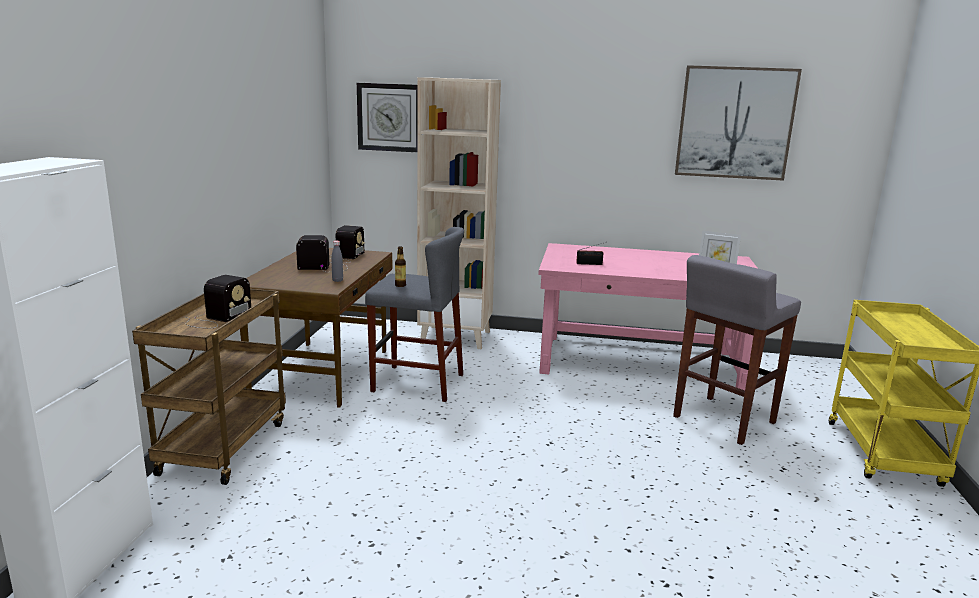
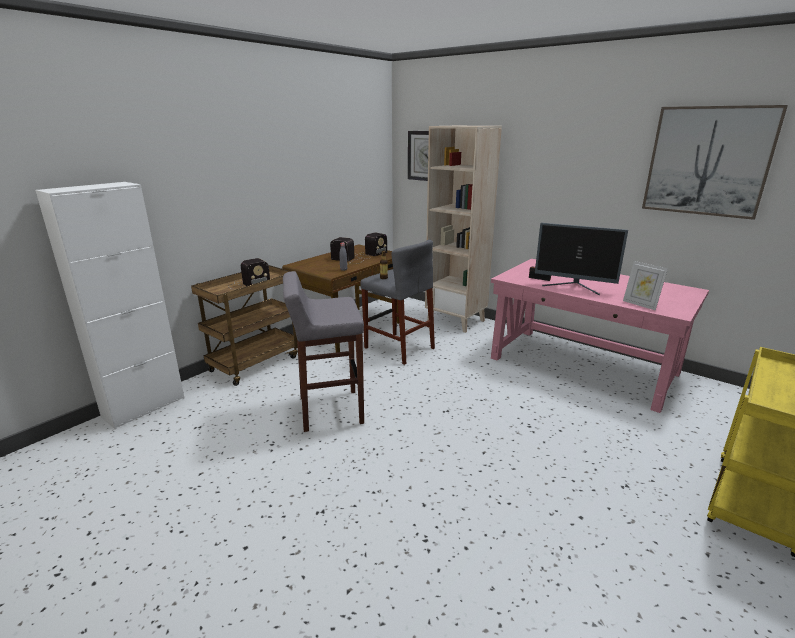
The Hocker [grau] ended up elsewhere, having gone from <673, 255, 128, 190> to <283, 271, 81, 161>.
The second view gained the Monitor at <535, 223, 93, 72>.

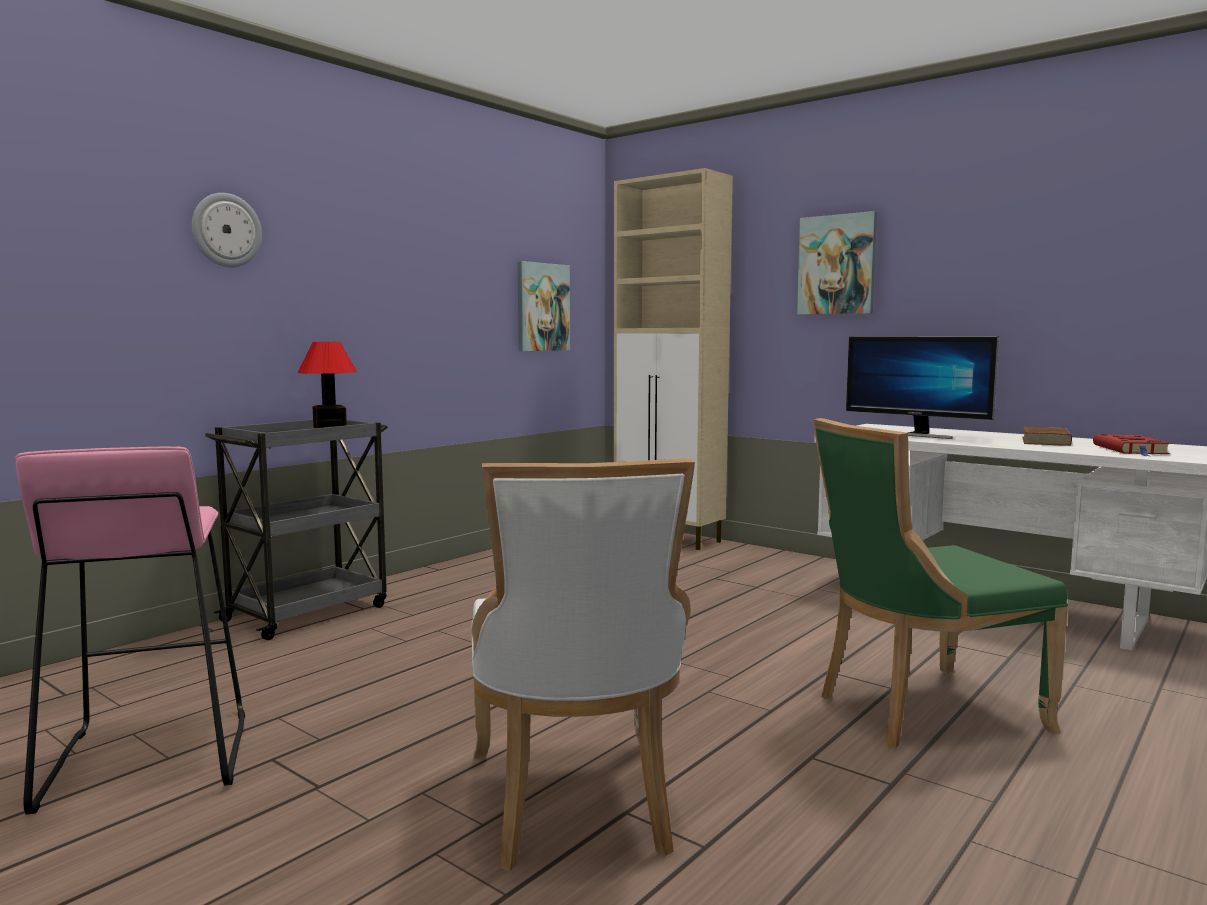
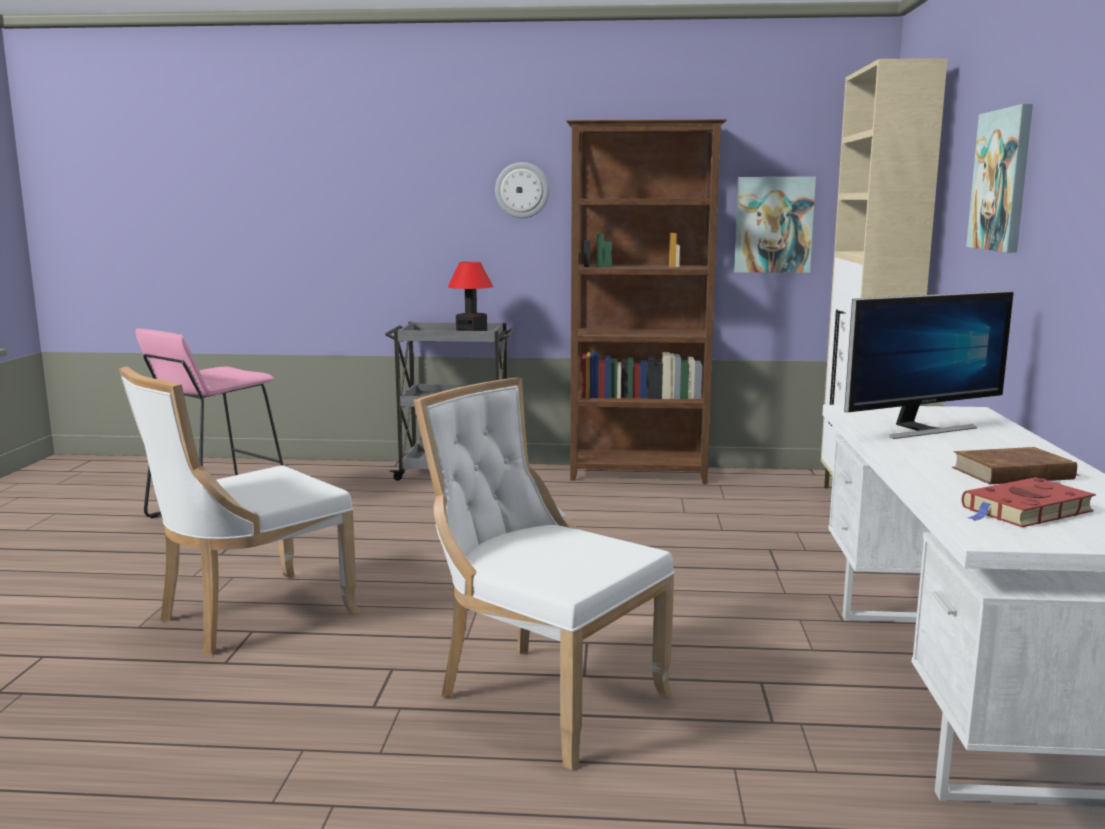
The Wanduhr ended up elsewhere, having gone from <192, 193, 70, 74> to <495, 162, 54, 56>.
What was the Stuhl [grün] at <813, 418, 255, 331> turned into the Stuhl [weiß] at <414, 378, 261, 392>.
The Monitor at <846, 336, 153, 103> ended up facing another way, 120 degrees counterclockwise from before.
The second view gained the Bücherregal [braun] at <566, 119, 161, 364>.

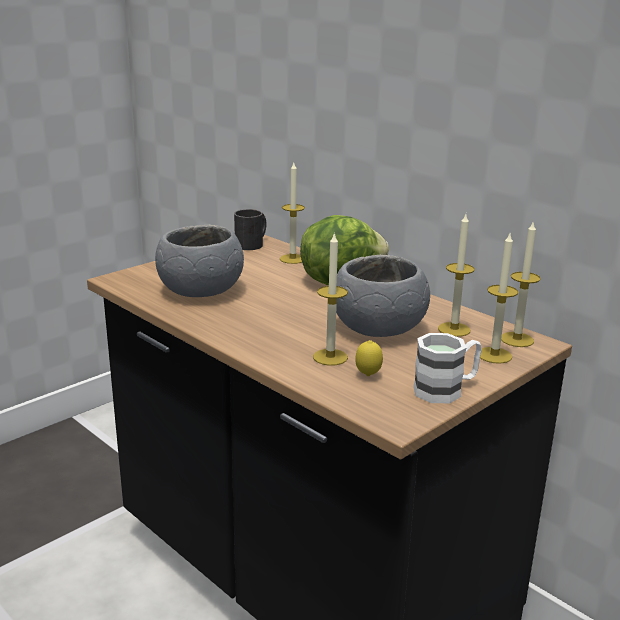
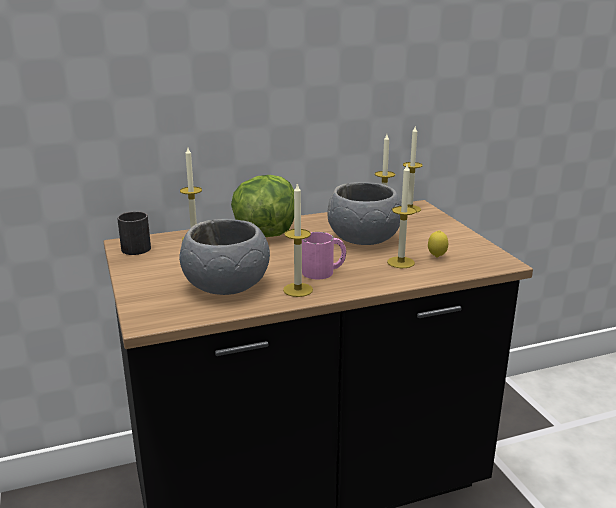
The second view lost the Henkelbecher [weiß] at <413, 333, 69, 70>.
The Kerze ended up elsewhere, having gone from <480, 234, 38, 130> to <283, 183, 30, 114>.
The second view gained the Henkelbecher [rosa] at <302, 232, 44, 47>.

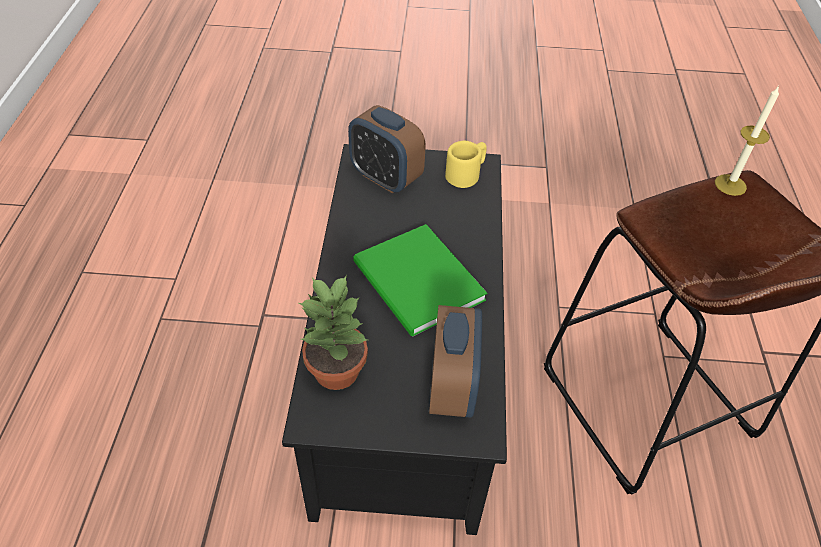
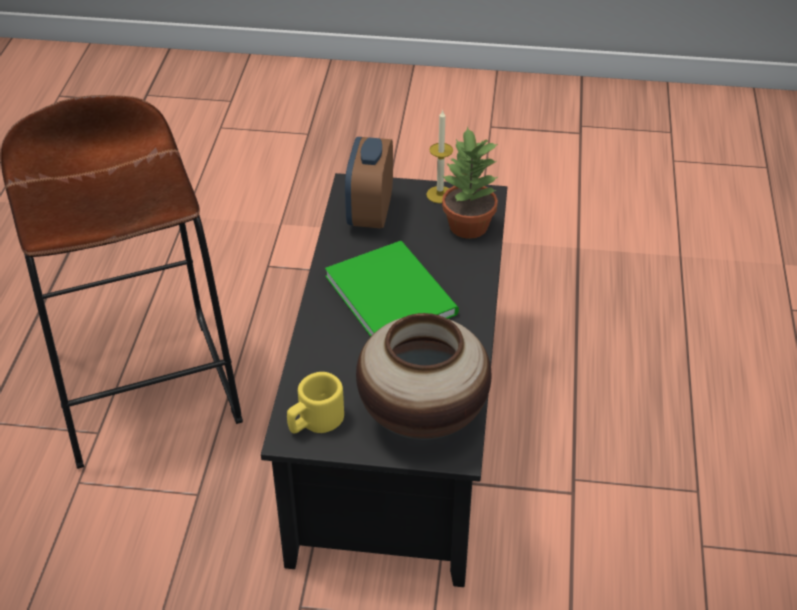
Where the Wecker stood at <348, 105, 78, 88>, the Vase came to stand at <356, 313, 136, 127>.
The Kerze ended up elsewhere, having gone from <715, 85, 64, 111> to <426, 110, 27, 93>.

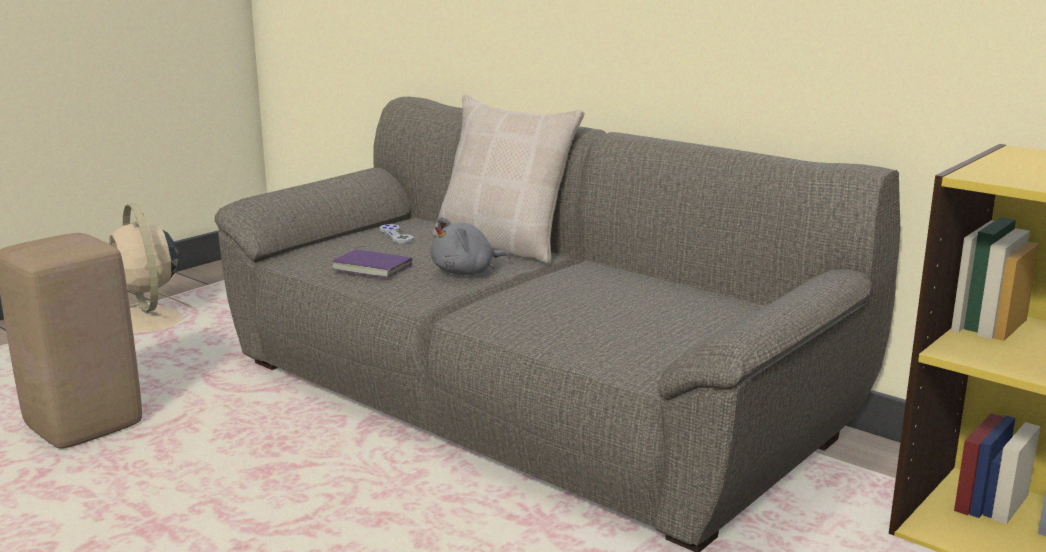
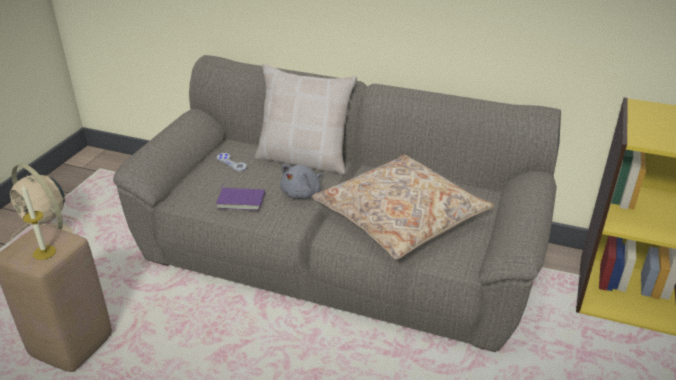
The second view gained the Kerze at <21, 185, 35, 75>.
The second view gained the Kissen [beige] at <312, 154, 182, 105>.

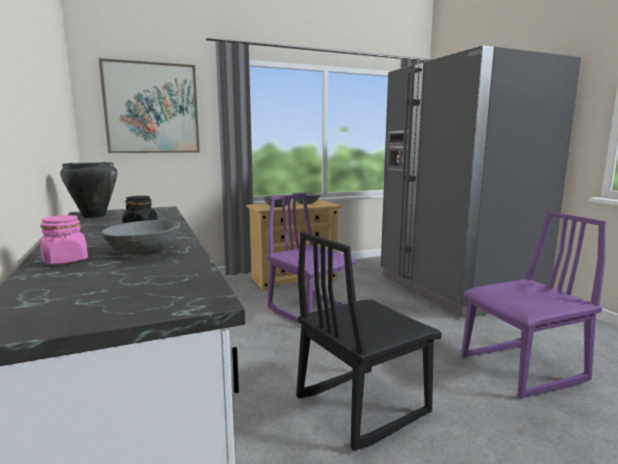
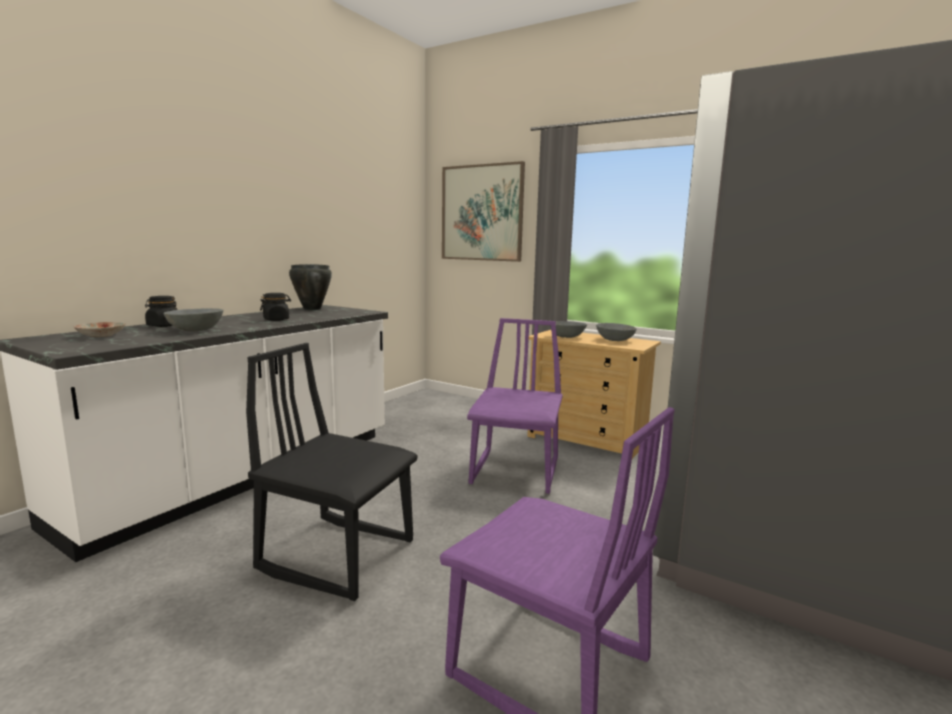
What was the Vorratsglas [rosa] at <40, 215, 48, 50> turned into the Vorratsglas [schwarz] at <145, 296, 32, 31>.
The second view gained the Teller at <74, 322, 51, 15>.

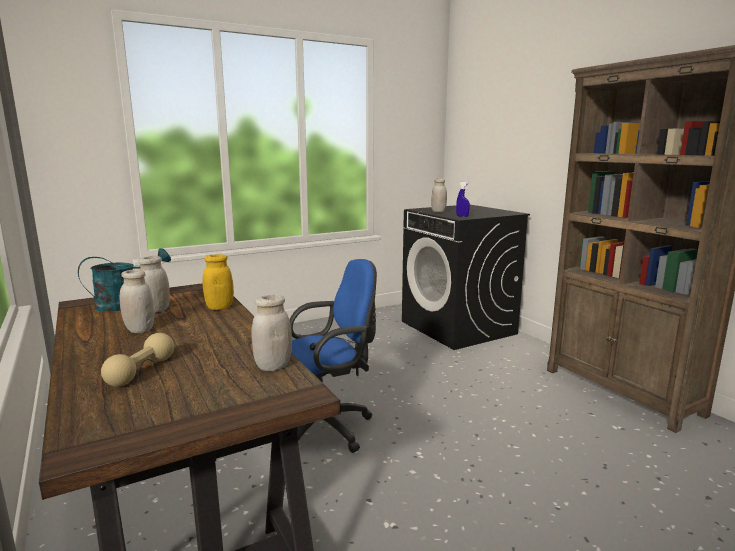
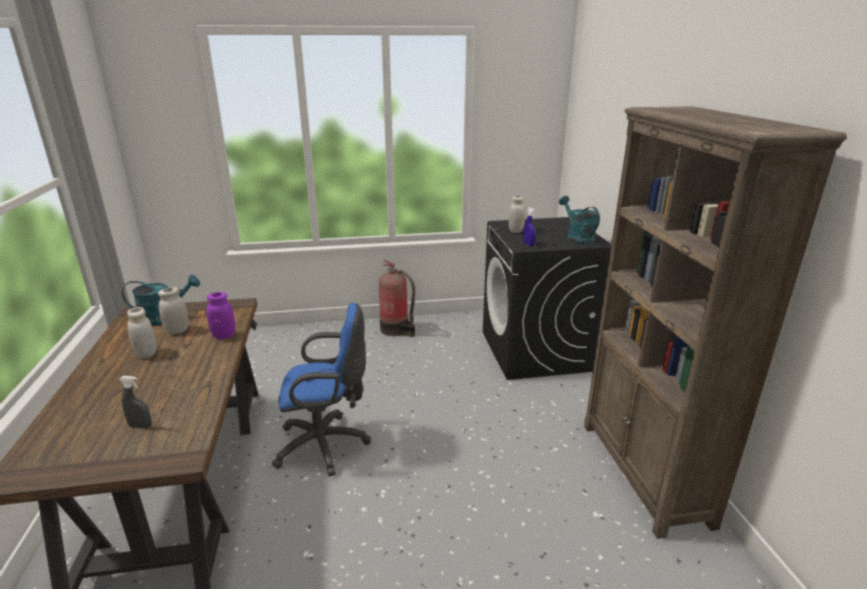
The second view lost the Hantel [beige] at <101, 333, 73, 54>.
What was the Vorratsglas [gelb] at <203, 254, 31, 56> turned into the Vorratsglas [lila] at <206, 292, 29, 47>.
The second view lost the Vorratsglas [weiß] at <252, 295, 40, 76>.
The second view gained the Sprühflasche [grau] at <119, 376, 33, 53>.
The second view gained the Feuerlöscher at <379, 260, 36, 77>.
The second view gained the Gießkanne [türkis] at <559, 196, 41, 49>.

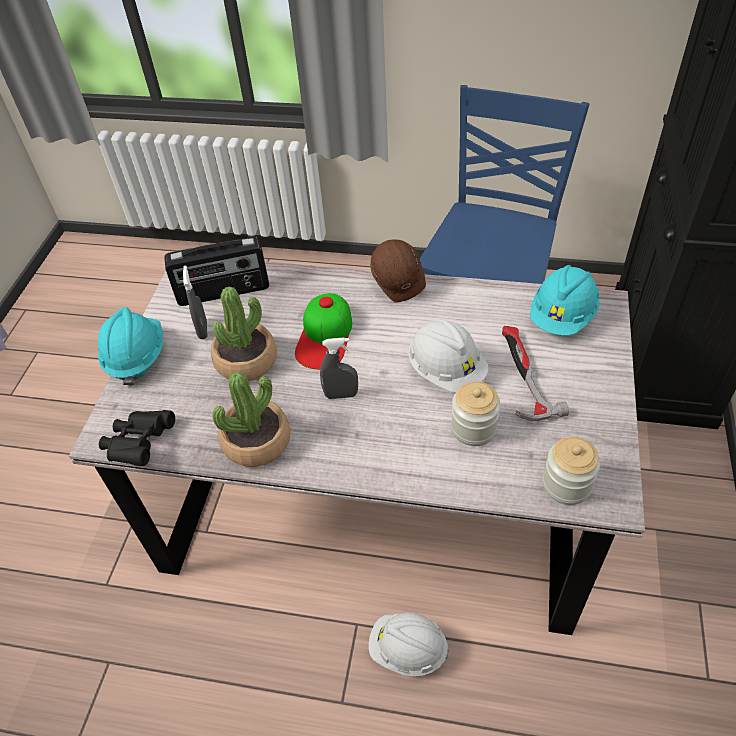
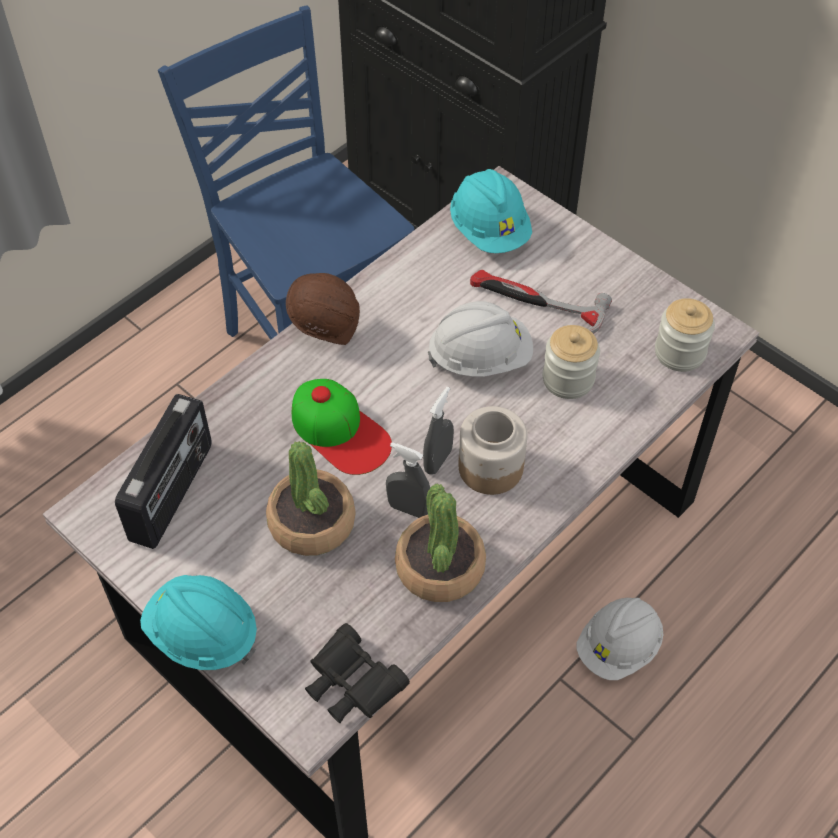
The Sprühflasche [grau] ended up elsewhere, having gone from <183, 266, 25, 73> to <386, 442, 44, 76>.
The second view gained the Vorratsglas at <459, 406, 68, 89>.

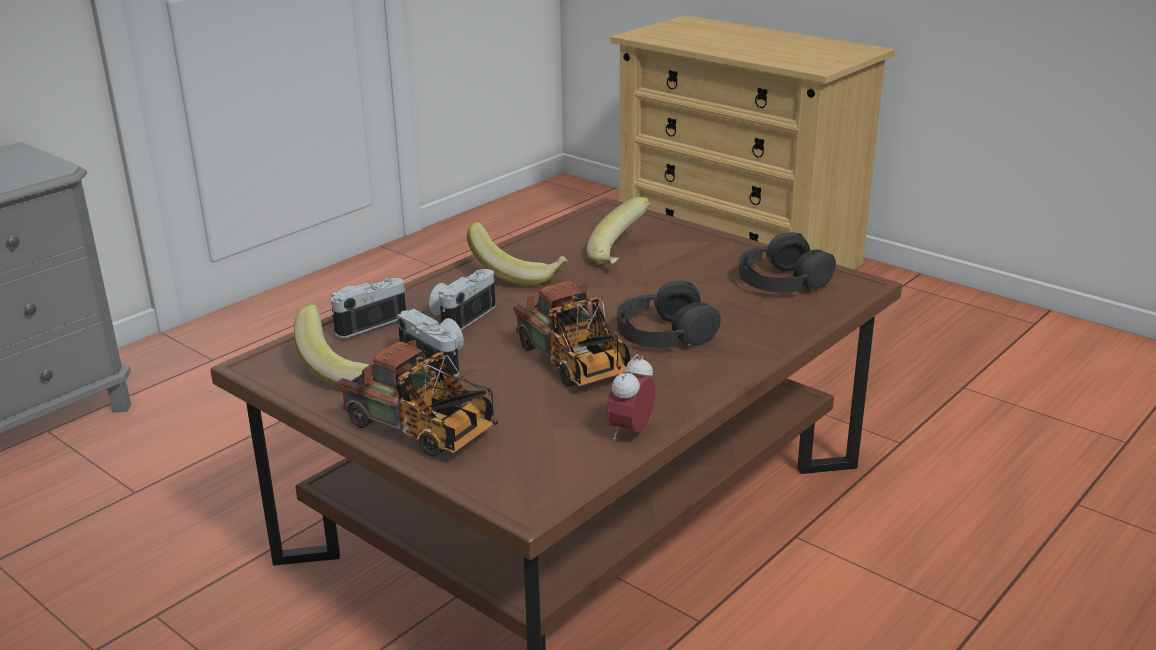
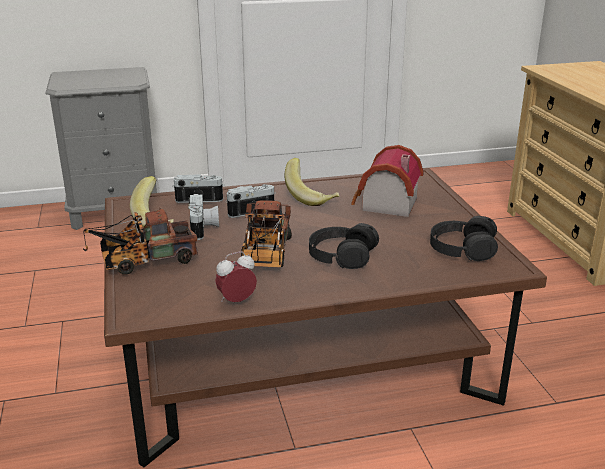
The Spielzeuglaster at <338, 340, 160, 117> ended up facing another way, 90 degrees clockwise from before.
Where the Banane stood at <587, 197, 64, 68>, the Spielzeughaus came to stand at <351, 145, 73, 72>.

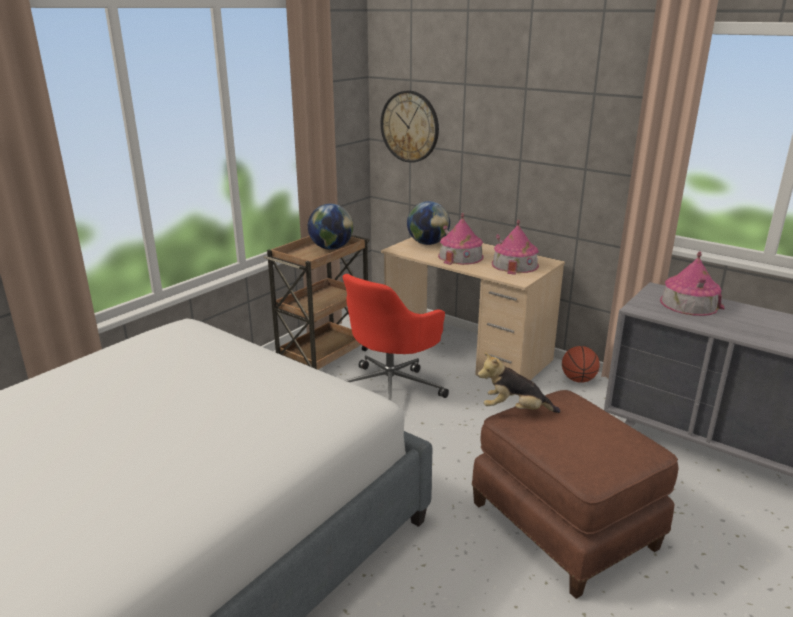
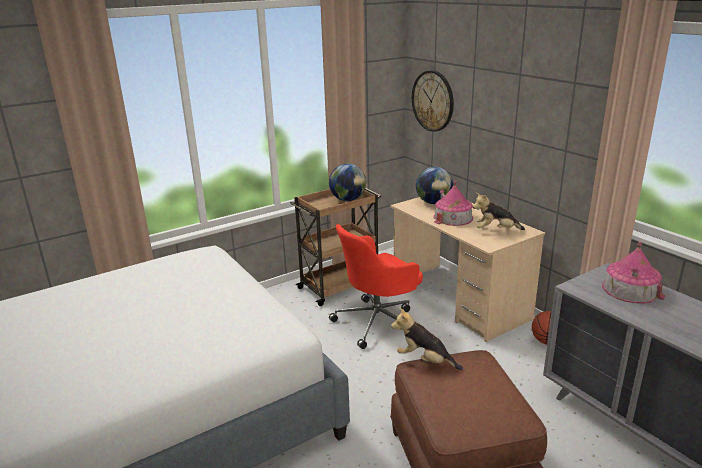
Where the Spielzeughaus stood at <492, 220, 47, 55>, the Plüschtier came to stand at <473, 193, 52, 37>.

